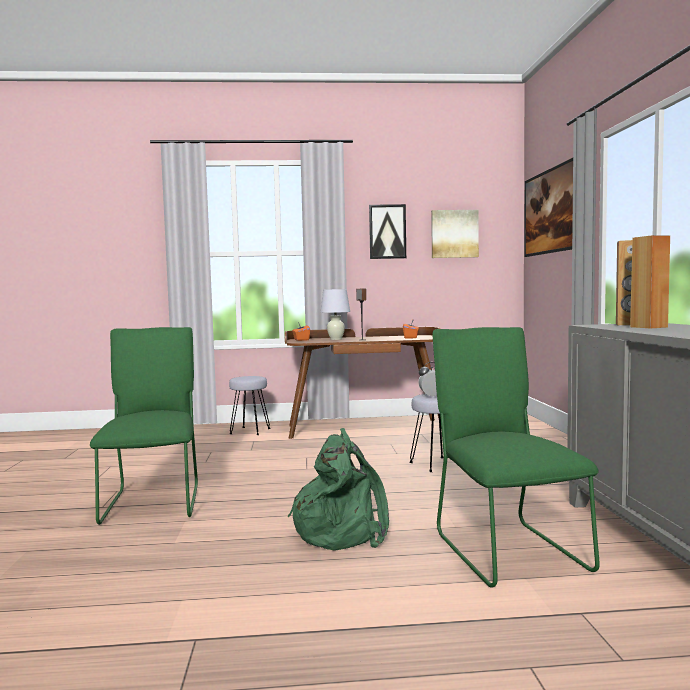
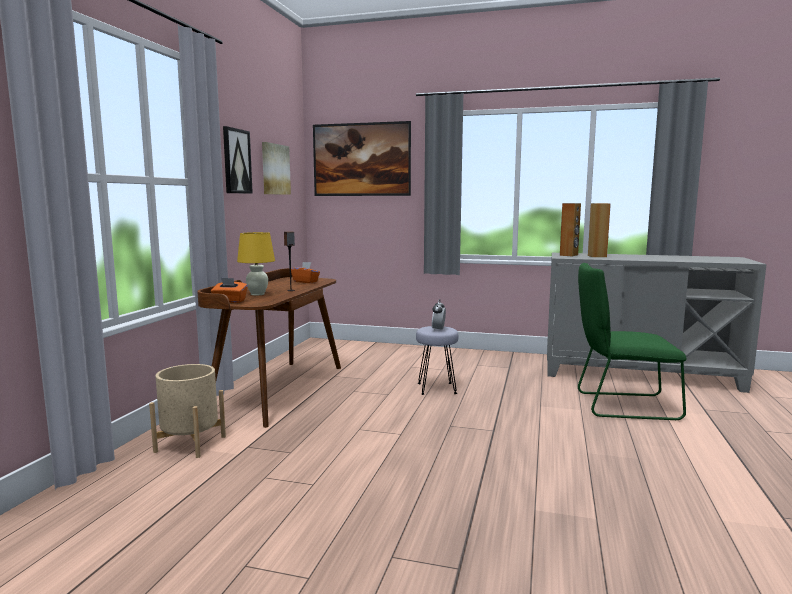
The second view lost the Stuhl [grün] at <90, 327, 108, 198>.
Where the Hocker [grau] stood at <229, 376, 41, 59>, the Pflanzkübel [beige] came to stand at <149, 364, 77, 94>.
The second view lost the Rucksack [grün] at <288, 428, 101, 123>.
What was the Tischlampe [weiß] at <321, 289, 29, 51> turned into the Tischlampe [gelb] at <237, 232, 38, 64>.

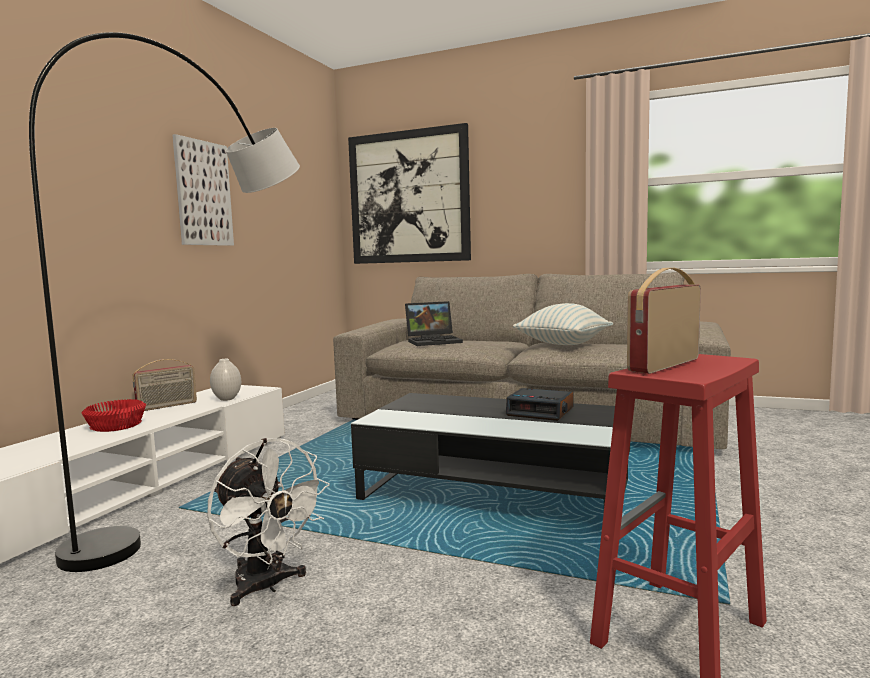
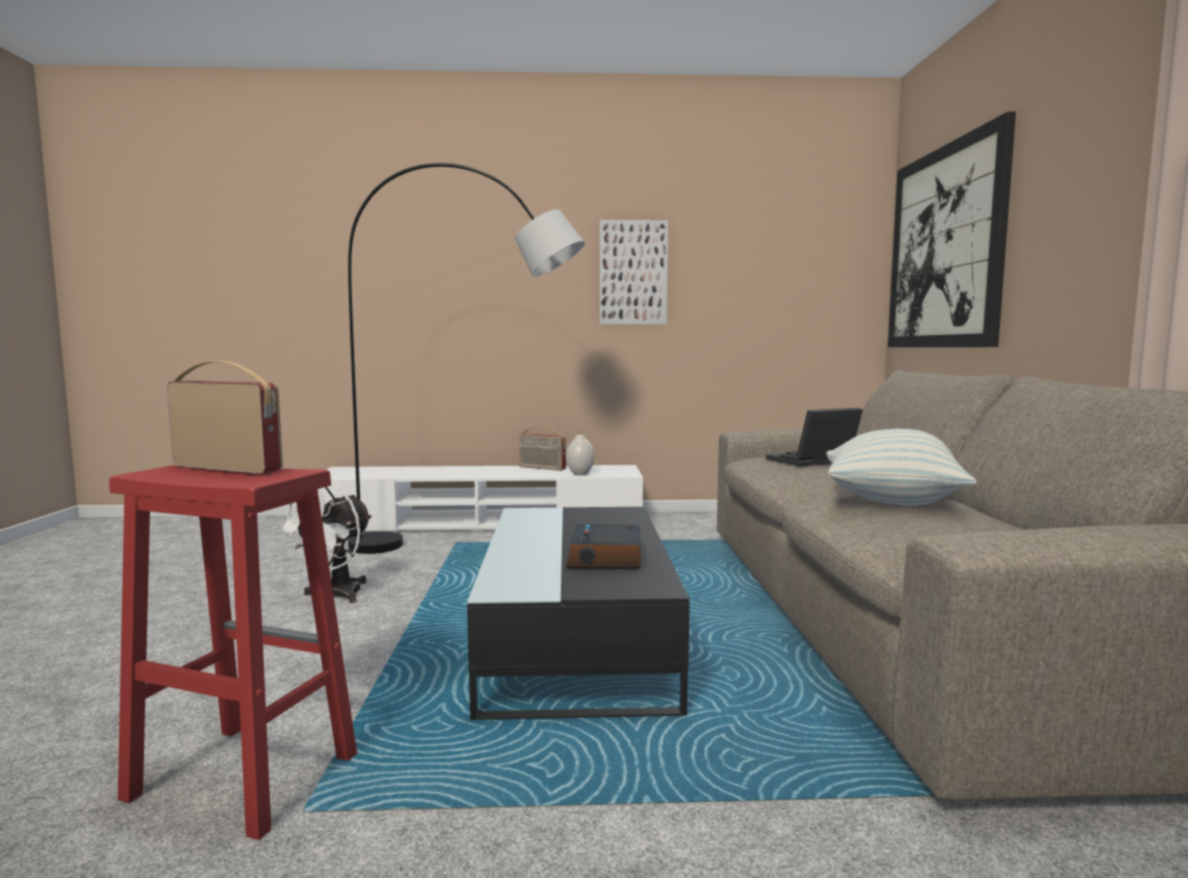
The second view lost the Schüssel [rot] at <81, 399, 65, 33>.
The Laptop at <405, 301, 58, 45> ended up facing another way, 105 degrees clockwise from before.

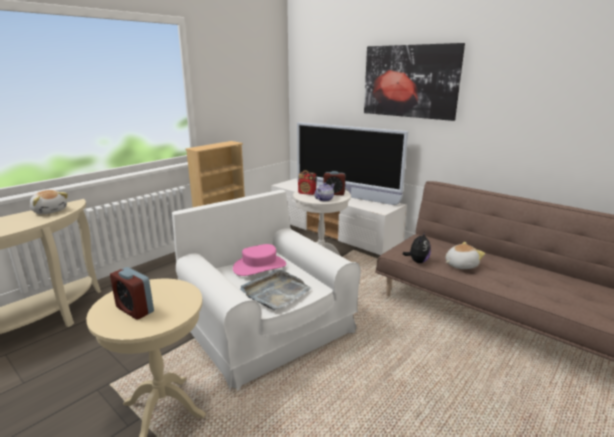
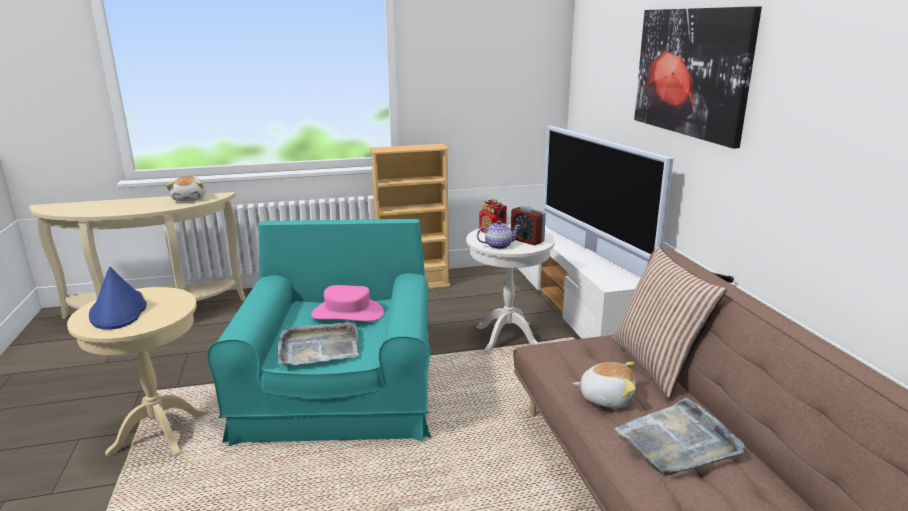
Where the Wecker stood at <110, 267, 44, 53>, the Hut [blau] came to stand at <89, 267, 58, 63>.
What was the Sessel [weiß] at <172, 190, 189, 202> turned into the Sessel [türkis] at <208, 219, 223, 227>.
The second view lost the Plüschtier at <403, 232, 28, 31>.
The second view gained the Kissen at <612, 246, 115, 152>.
The second view gained the Tablett [grau] at <614, 398, 131, 78>.

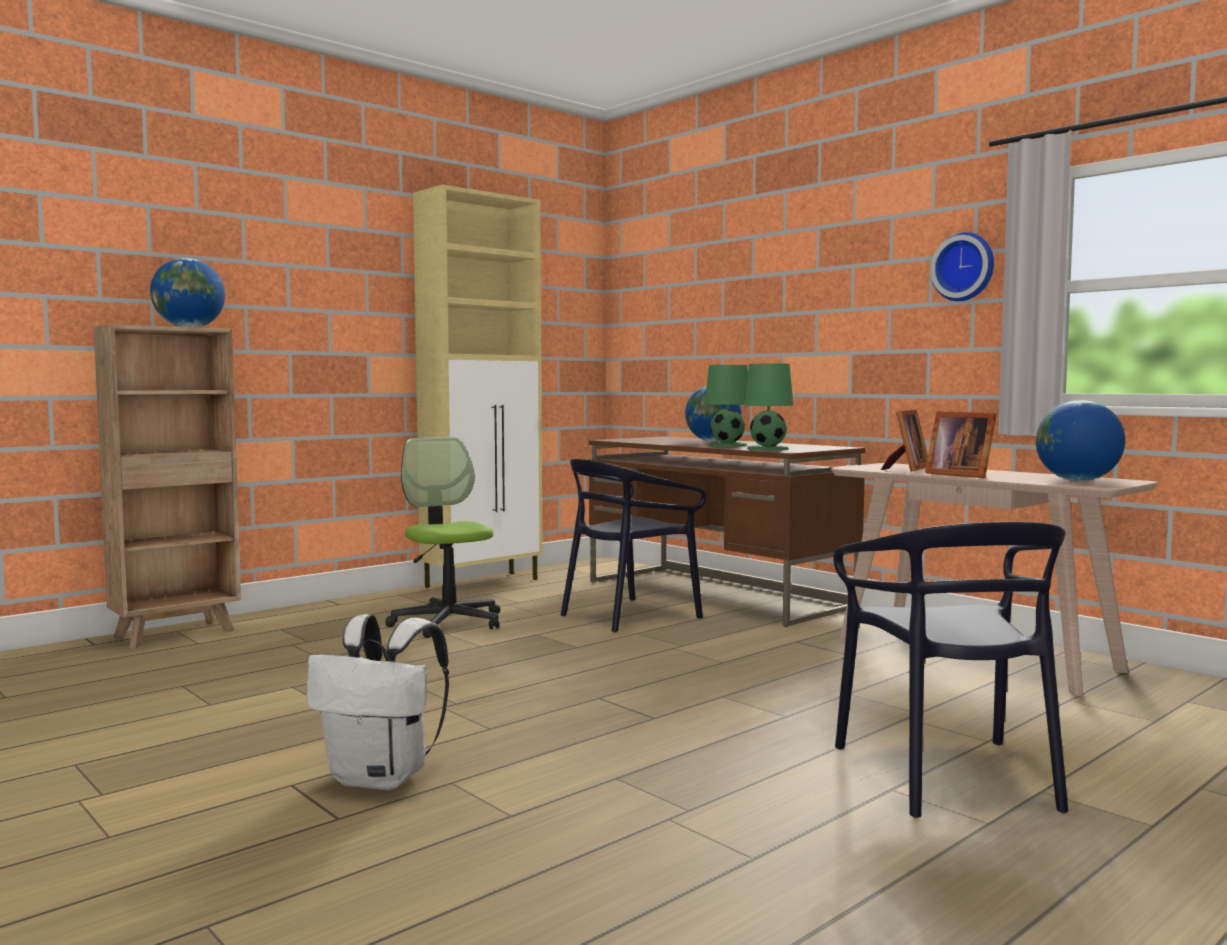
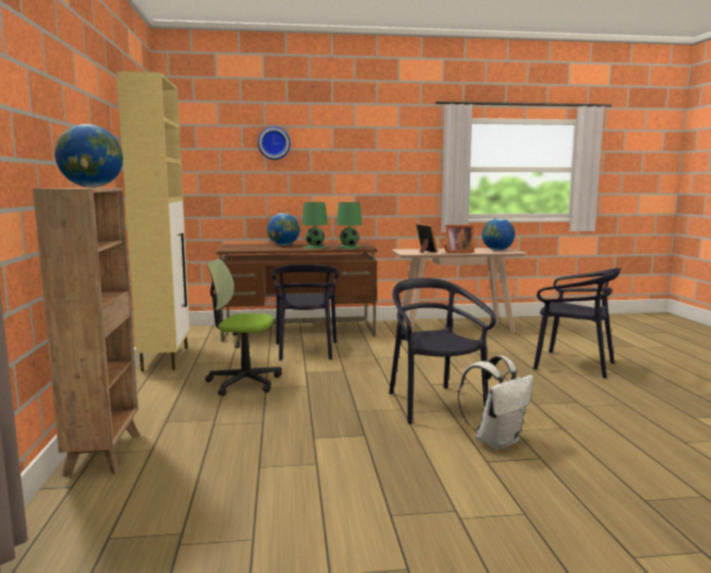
The Wanduhr ended up elsewhere, having gone from <930, 232, 64, 69> to <258, 127, 32, 33>.
The second view gained the Stuhl [schwarz] at <389, 278, 107, 146>.

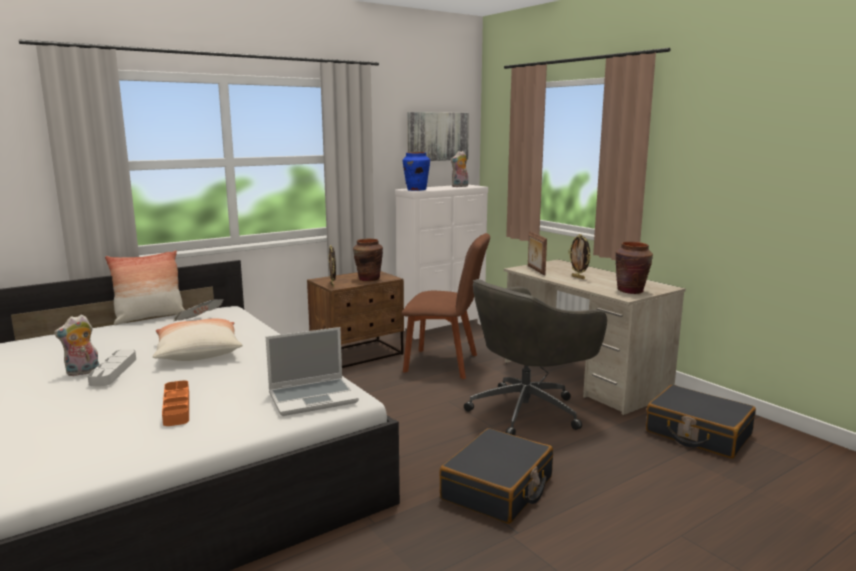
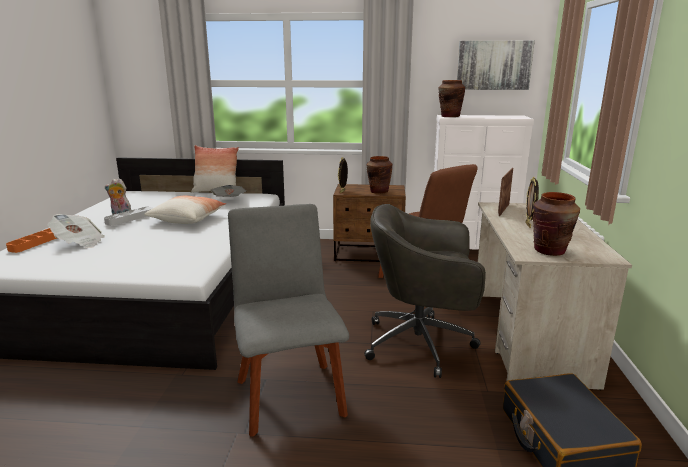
The Tablett [orange] ended up elsewhere, having gone from <162, 380, 27, 46> to <6, 228, 51, 25>.
The second view lost the Laptop at <266, 327, 93, 89>.
What was the Vase [blau] at <402, 152, 28, 39> turned into the Vase [braun] at <438, 80, 27, 37>.
Where the Koffer [schwarz] stood at <439, 428, 114, 96>, the Stuhl [grau] came to stand at <228, 204, 121, 233>.
The second view lost the Plüschtier at <450, 151, 18, 36>.
The second view gained the Zeitung at <48, 214, 57, 34>.

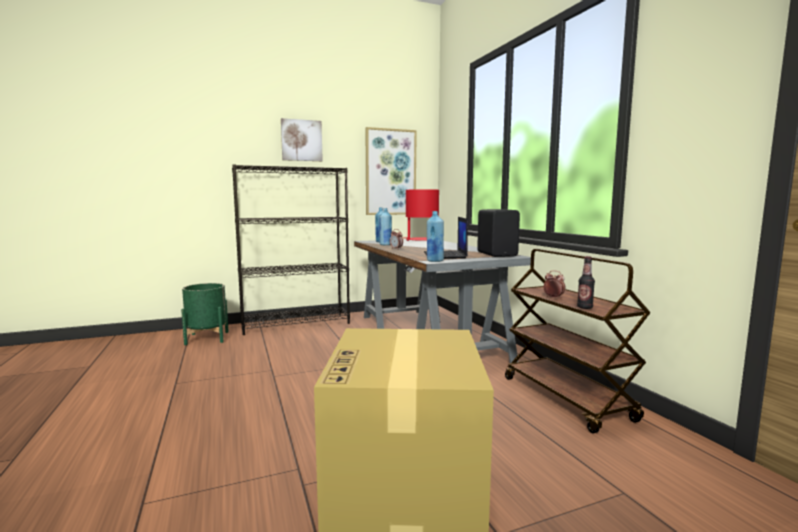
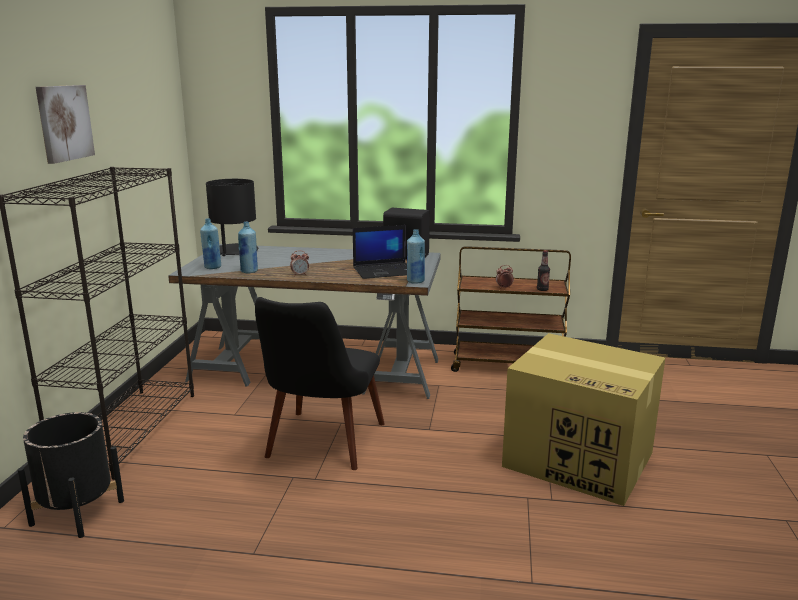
What was the Pflanzkübel [grün] at <181, 283, 48, 62> turned into the Pflanzkübel [schwarz] at <18, 412, 106, 126>.
The second view lost the Bild at <366, 127, 51, 88>.
What was the Tischlampe [rot] at <406, 189, 33, 52> turned into the Tischlampe [schwarz] at <206, 179, 52, 77>.
The Laptop at <424, 217, 44, 42> ended up facing another way, 45 degrees counterclockwise from before.
The second view gained the Stuhl [schwarz] at <255, 297, 130, 173>.

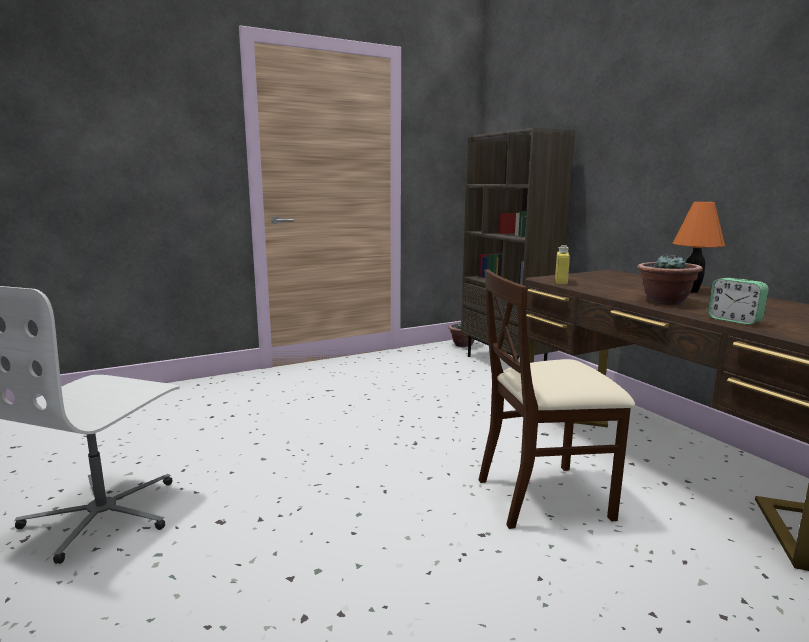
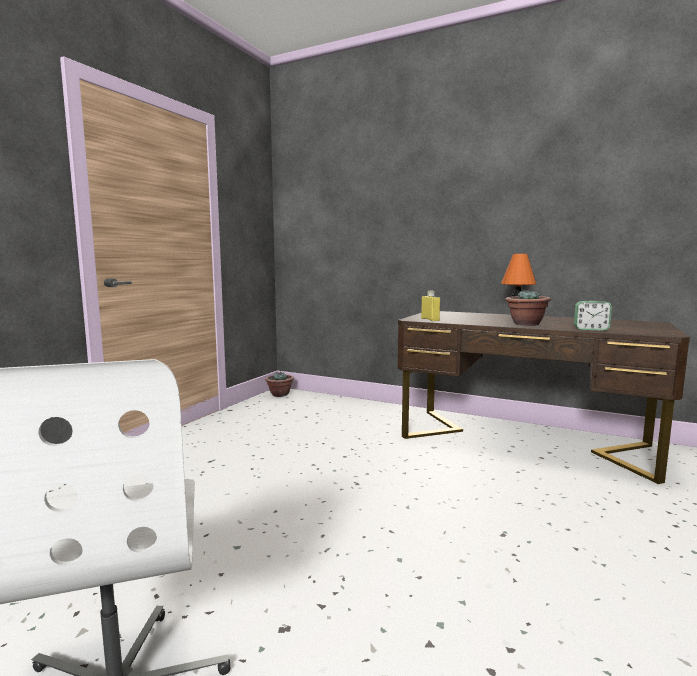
The second view lost the Bücherregal [braun] at <461, 128, 114, 233>.
The second view lost the Stuhl [beige] at <479, 269, 156, 260>.

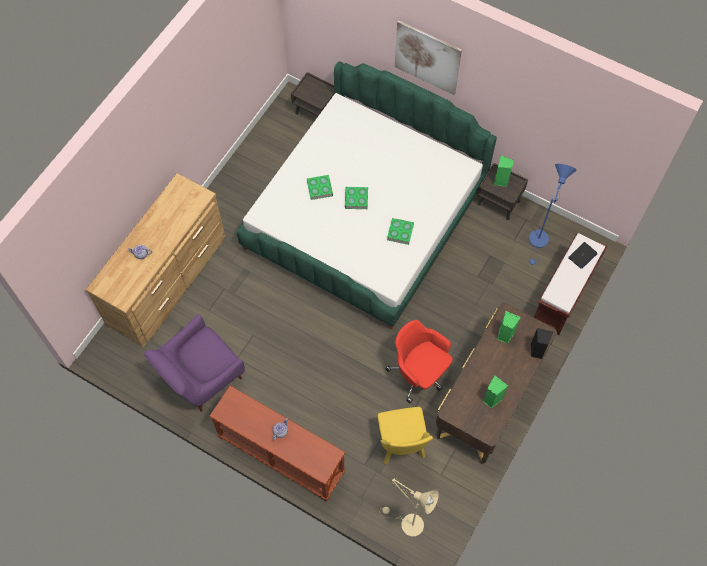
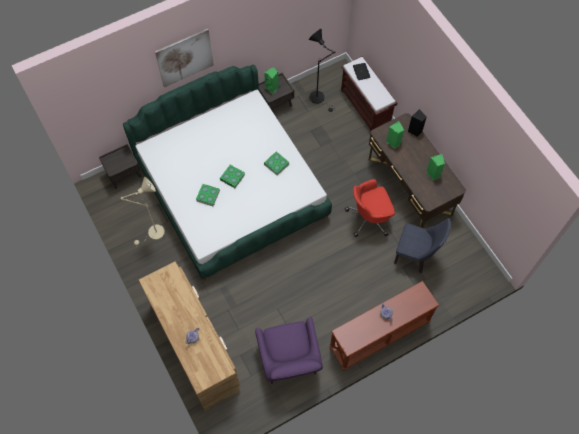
What was the Stuhl [gelb] at <377, 407, 56, 57> turned into the Stuhl [blau] at <394, 218, 57, 55>.
The Stehlampe [beige] ended up elsewhere, having gone from <379, 477, 60, 60> to <121, 177, 44, 70>.
What was the Stehlampe [blau] at <529, 164, 48, 103> turned into the Stehlampe [schwarz] at <309, 29, 26, 83>.

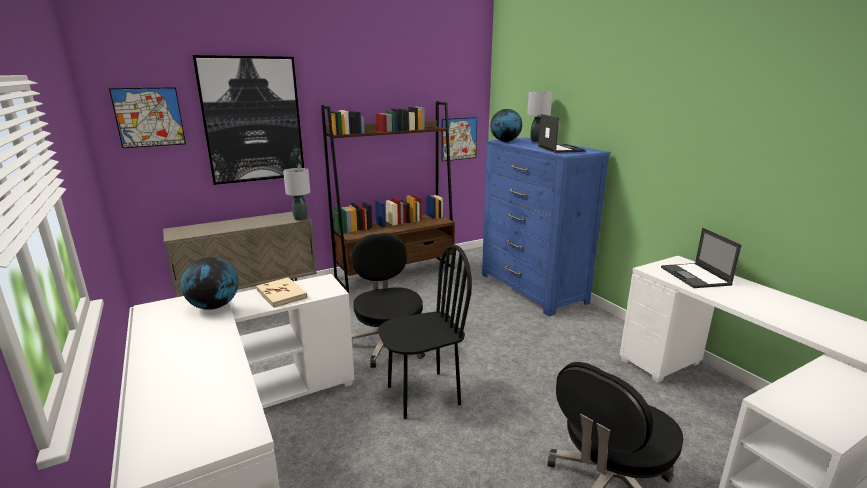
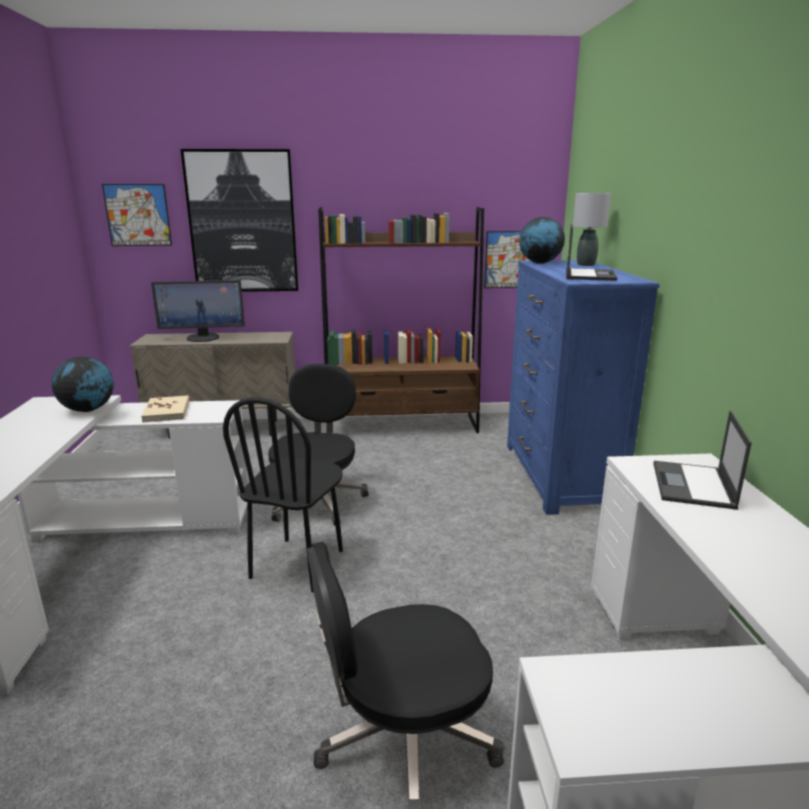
The second view lost the Tischlampe [grau] at <283, 168, 27, 53>.
The Stuhl [schwarz] at <378, 245, 94, 174> ended up facing another way, 105 degrees clockwise from before.
The second view gained the Monitor at <151, 280, 94, 62>.

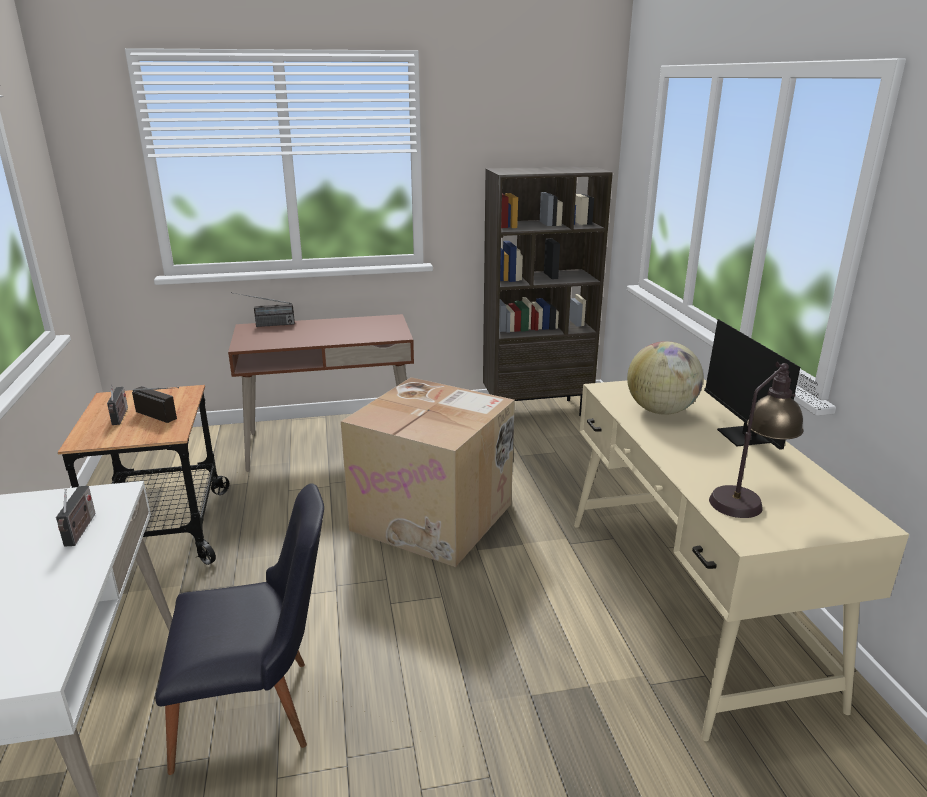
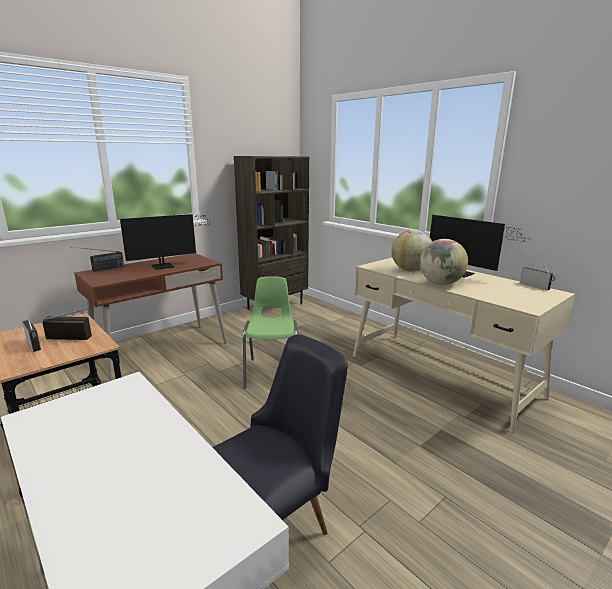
The Radio ended up elsewhere, having gone from <56, 486, 40, 61> to <520, 263, 35, 27>.
Where the Karton stood at <341, 377, 174, 190>, the Stuhl [grün] came to stand at <243, 276, 54, 112>.
The second view lost the Tischlampe at <709, 362, 94, 156>.
The second view gained the Monitor at <120, 214, 91, 56>.
The second view gained the Globus at <419, 239, 49, 46>.

